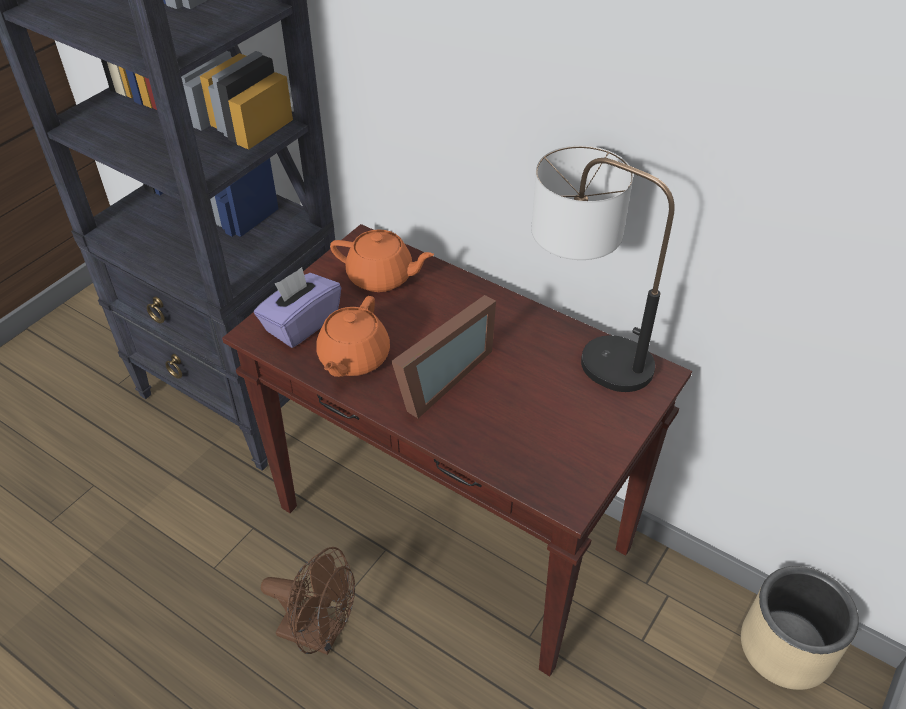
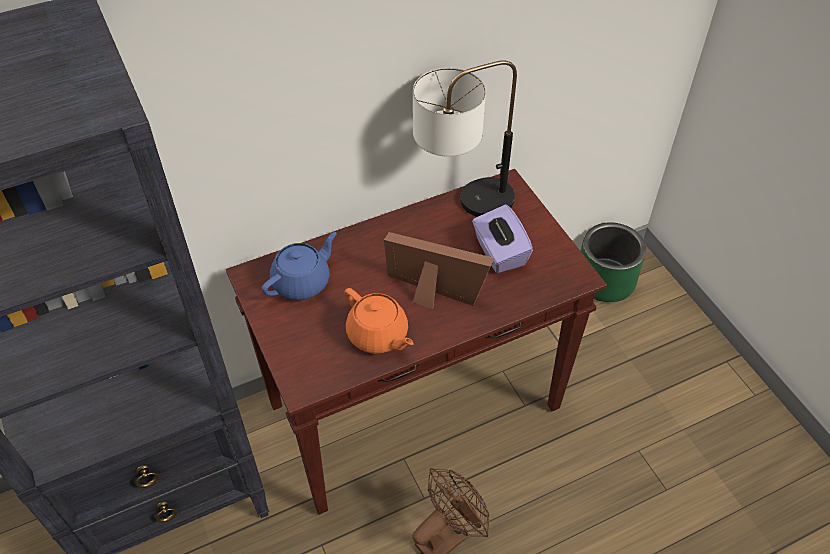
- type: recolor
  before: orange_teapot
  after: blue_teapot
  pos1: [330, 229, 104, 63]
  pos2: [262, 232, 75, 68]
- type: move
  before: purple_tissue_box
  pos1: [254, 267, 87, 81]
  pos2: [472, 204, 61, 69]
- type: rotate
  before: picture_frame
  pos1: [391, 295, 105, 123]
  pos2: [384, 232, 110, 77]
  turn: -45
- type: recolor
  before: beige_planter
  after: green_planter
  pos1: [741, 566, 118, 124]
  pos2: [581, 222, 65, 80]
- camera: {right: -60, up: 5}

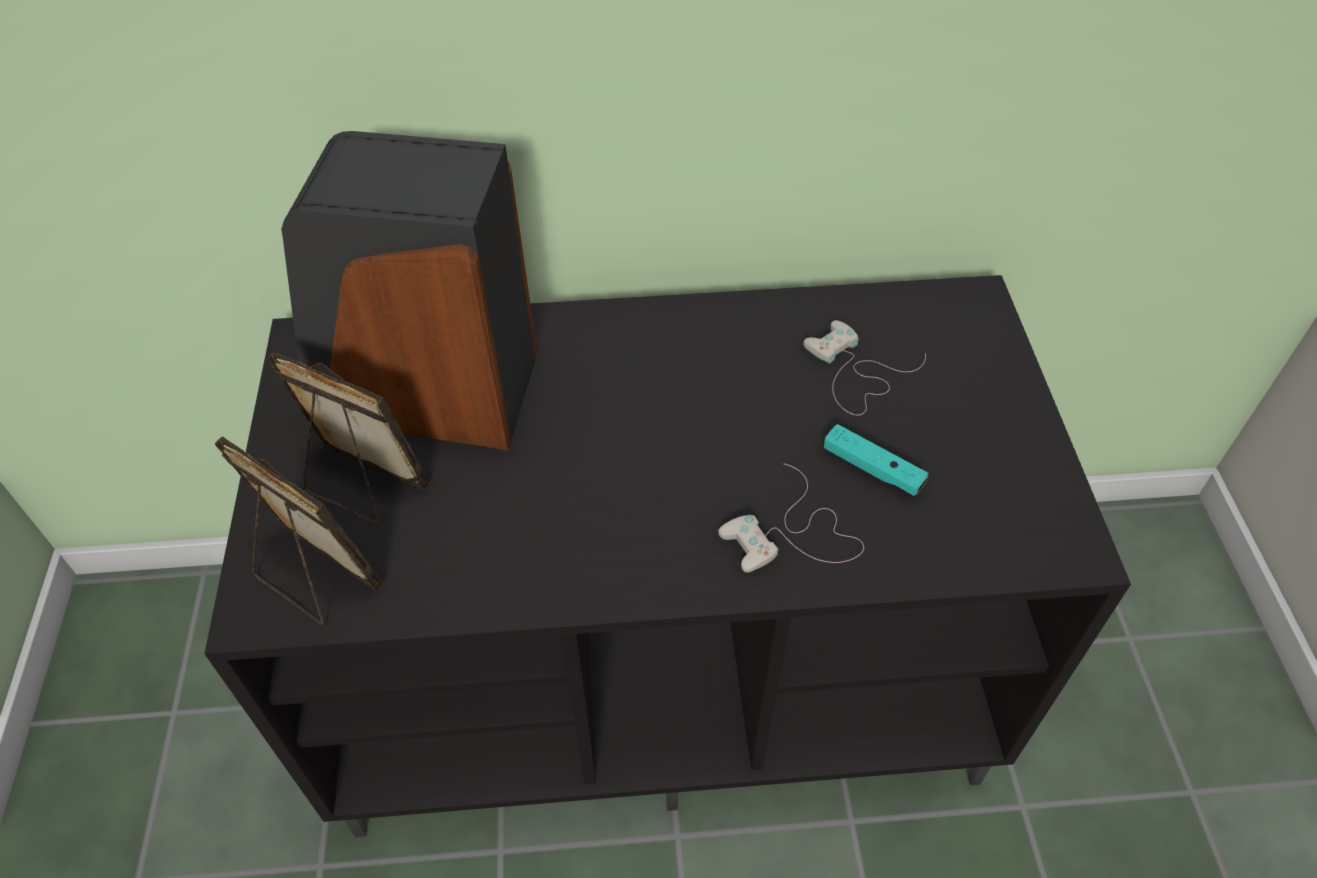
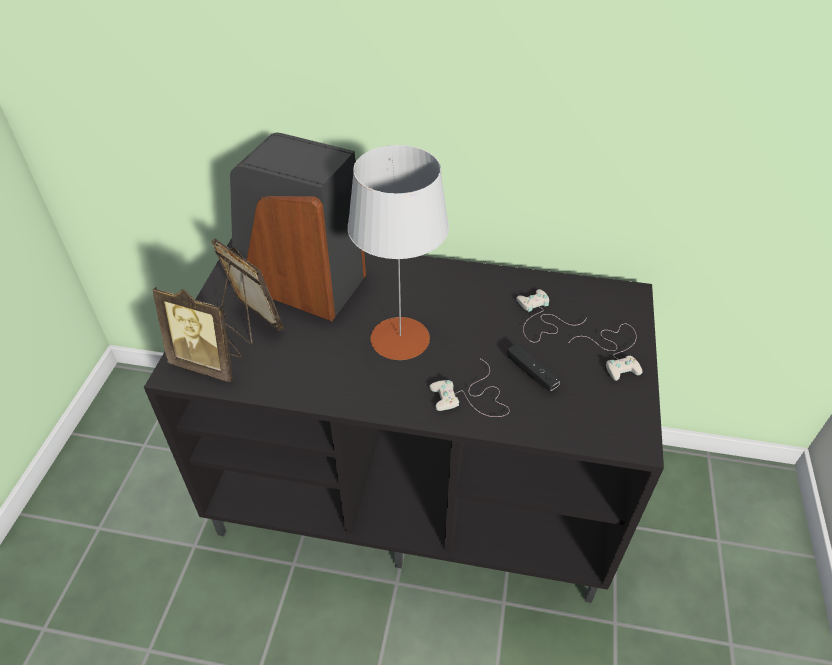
- type: recolor
  before: turquoise_game_controller
  after: black_game_controller
  pos1: [824, 424, 104, 72]
  pos2: [507, 343, 54, 48]
- type: rotate
  before: picture_frame
  pos1: [215, 437, 167, 188]
  pos2: [152, 287, 90, 95]
  turn: 150
- type: insert
  after: grey_table_lamp
  pos2: [347, 145, 102, 215]
- type: insert
  after: white_game_controller
  pos2: [569, 324, 73, 57]
- camera: {right: 15, up: -5}

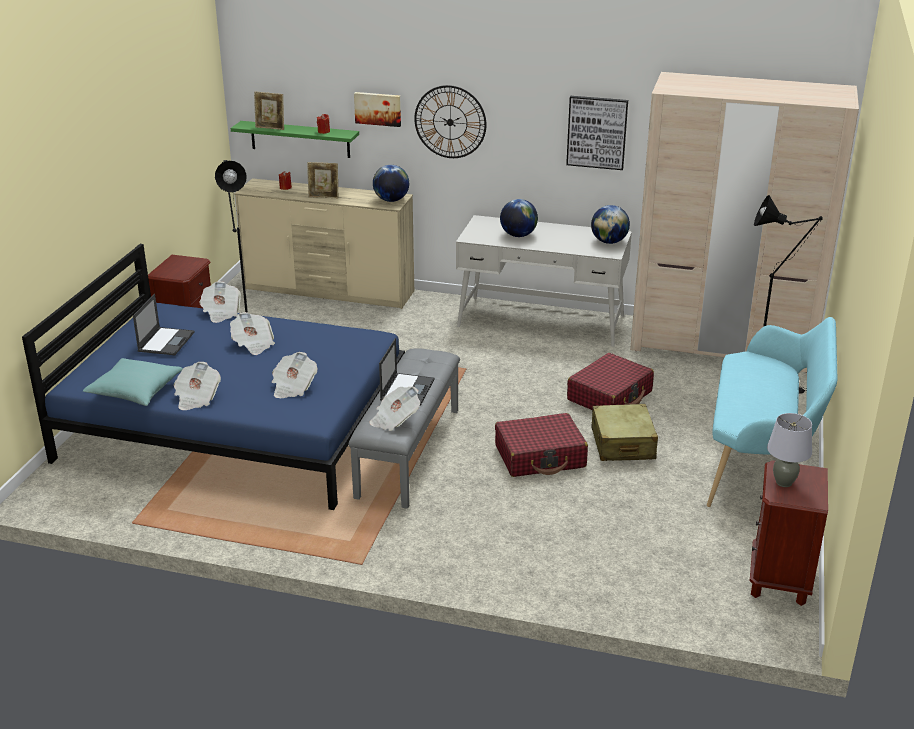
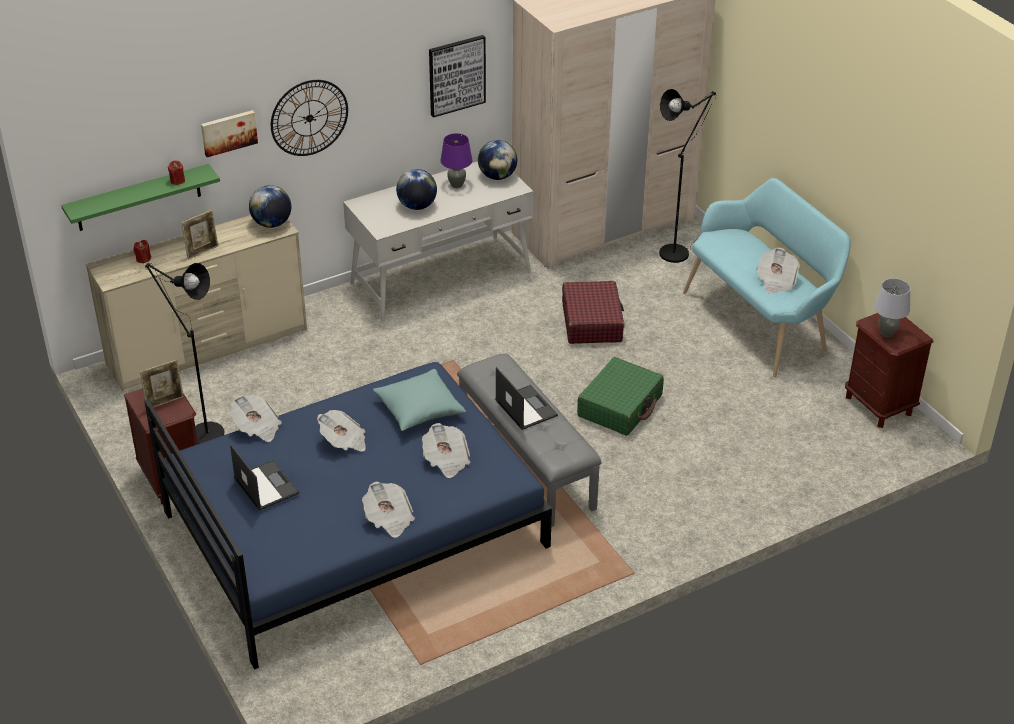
- type: move
  before: picture_frame
  pos1: [254, 91, 30, 39]
  pos2: [140, 359, 44, 49]
- type: move
  before: turquoise_pillow
  pos1: [83, 358, 100, 48]
  pos2: [373, 369, 93, 62]
- type: move
  before: newspaper
  pos1: [370, 387, 50, 44]
  pos2: [756, 248, 44, 45]
- type: delete
  before: beige_suitcase
  pos1: [591, 404, 67, 57]
- type: recolor
  before: red_suitcase
  after: green_suitcase
  pos1: [495, 413, 93, 64]
  pos2: [577, 357, 87, 79]
- type: insert
  after: purple_table_lamp
  pos2: [441, 133, 31, 55]
- camera: {right: -45, up: 10}

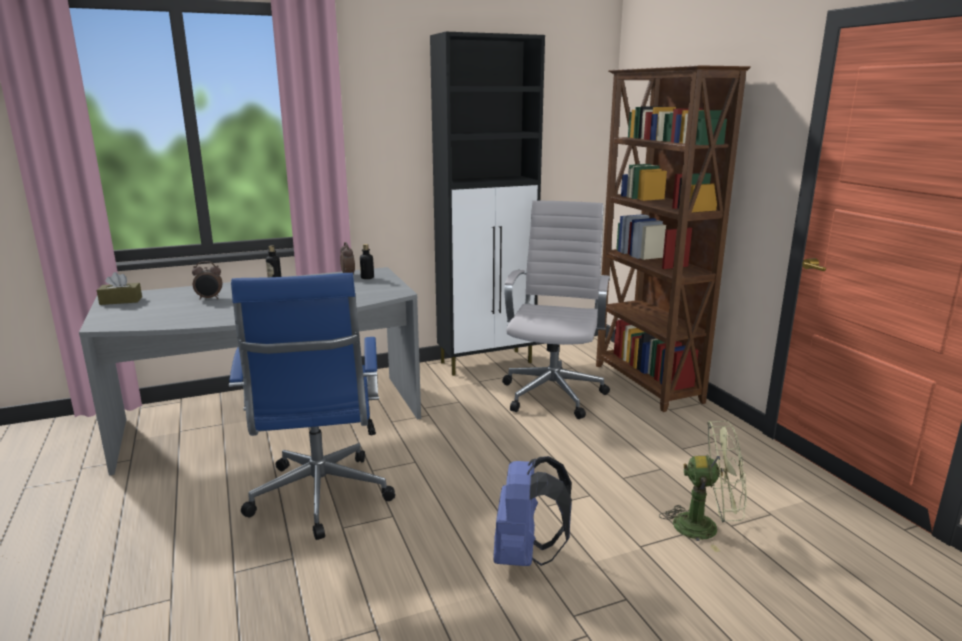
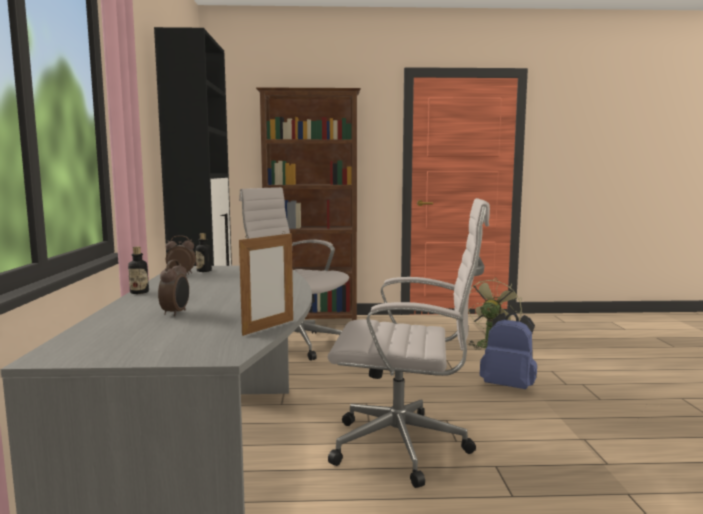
- type: delete
  before: brown_tissue_box
  pos1: [97, 272, 45, 33]
- type: recolor
  before: blue_office_chair
  after: white_office_chair
  pos1: [229, 273, 166, 267]
  pos2: [328, 198, 162, 290]
- type: insert
  after: picture_frame
  pos2: [239, 231, 54, 105]
- camera: {right: -70, up: -10}

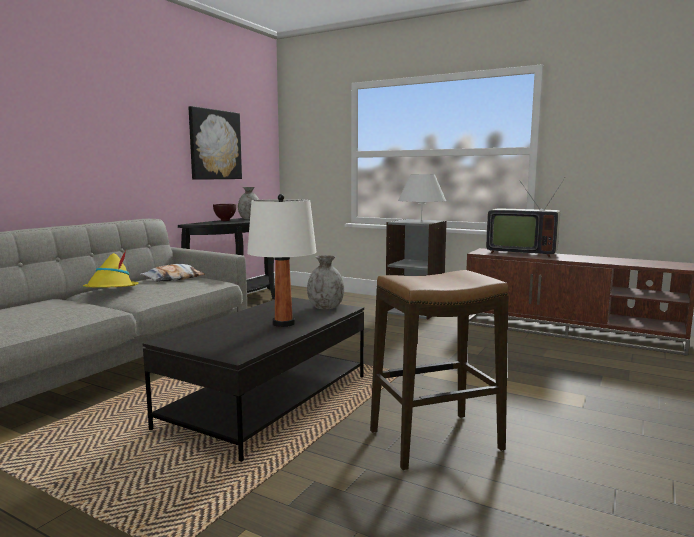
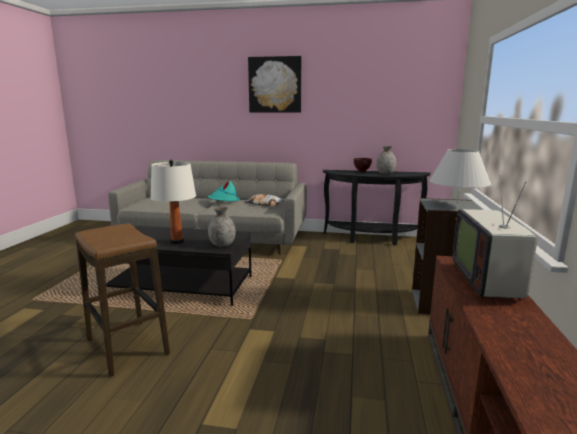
- type: move
  before: picture
  pos1: [189, 106, 53, 74]
  pos2: [248, 56, 54, 57]
- type: recolor
  before: yellow_hat
  after: turquoise_hat
  pos1: [83, 250, 56, 37]
  pos2: [208, 181, 32, 20]
- camera: {right: 70, up: 5}

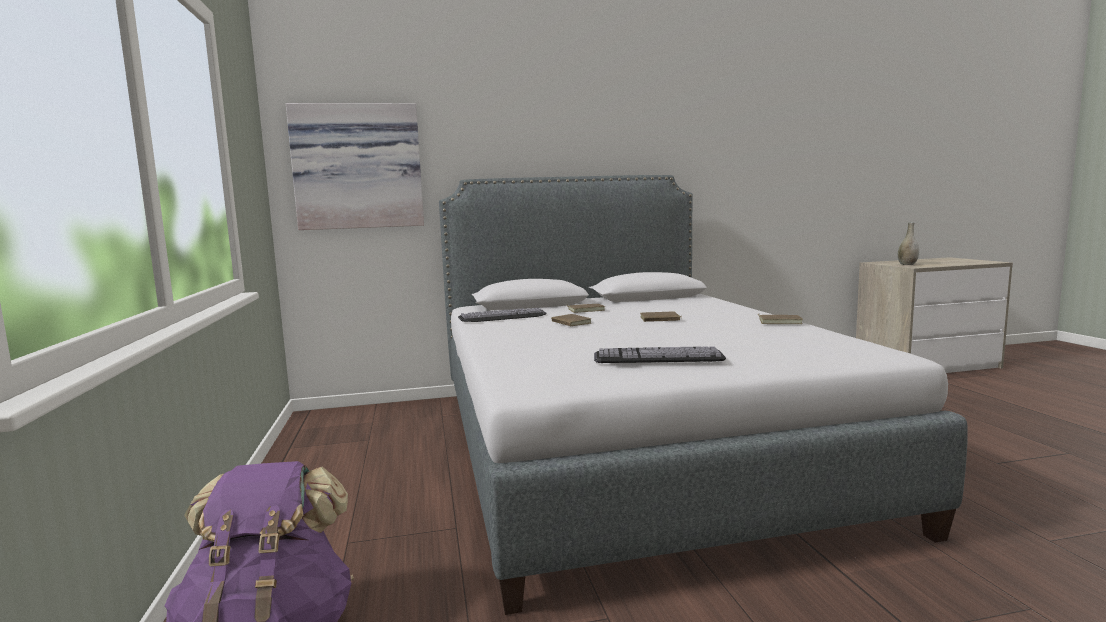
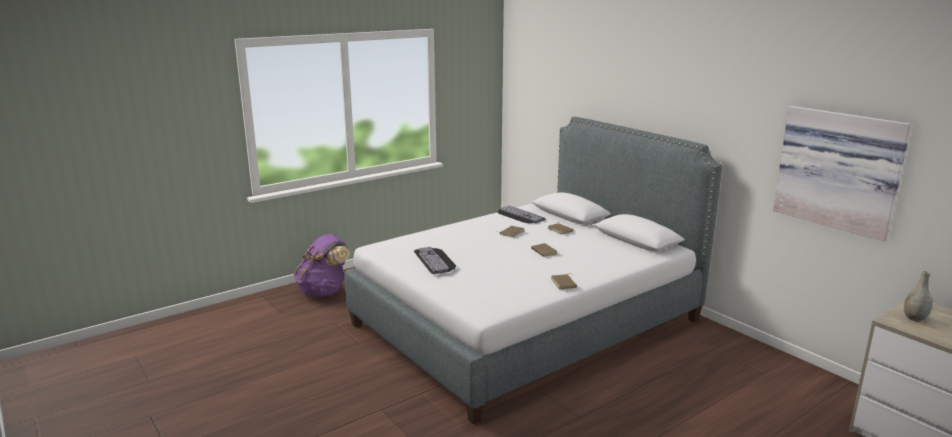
- type: move
  before: picture
  pos1: [286, 103, 138, 127]
  pos2: [773, 106, 139, 136]
- camera: {right: 65, up: 10}

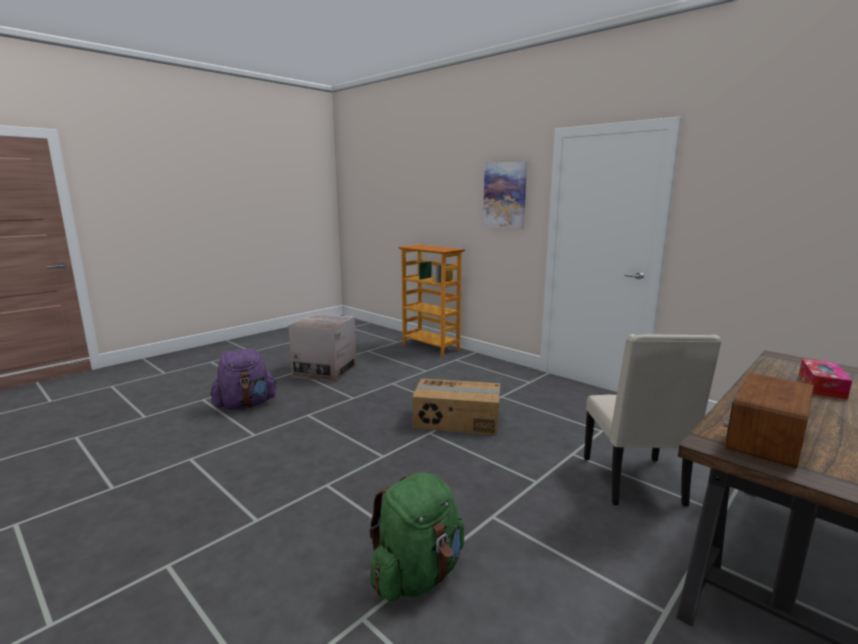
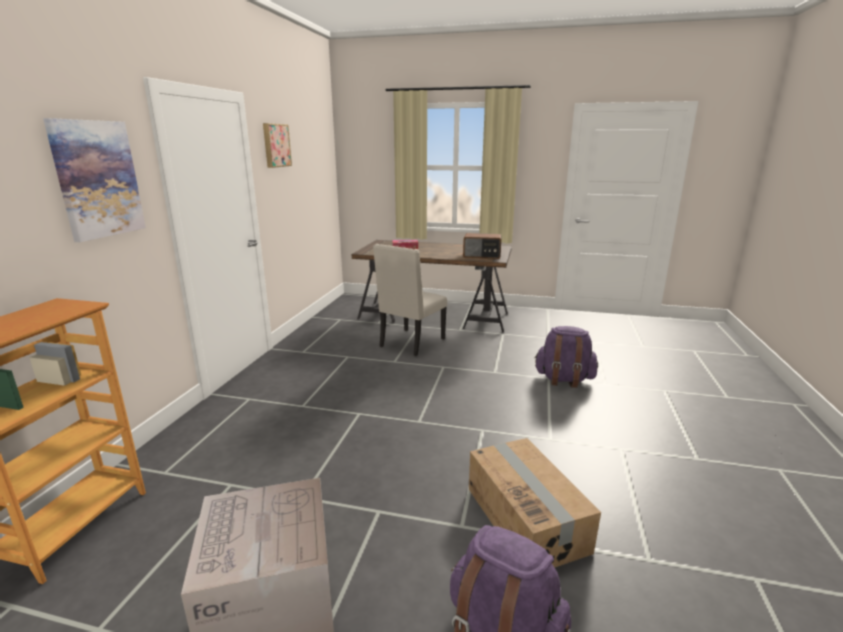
- type: rotate
  before: beige_chair
  pos1: [584, 334, 138, 173]
  pos2: [373, 244, 74, 112]
  turn: 150
- type: move
  before: cardboard_box
  pos1: [412, 378, 88, 57]
  pos2: [469, 438, 132, 130]
- type: recolor
  before: green_backpack
  after: purple_backpack
  pos1: [369, 472, 95, 129]
  pos2: [534, 326, 64, 62]
- type: insert
  after: picture
  pos2: [263, 123, 29, 45]
- camera: {right: -120, up: 5}

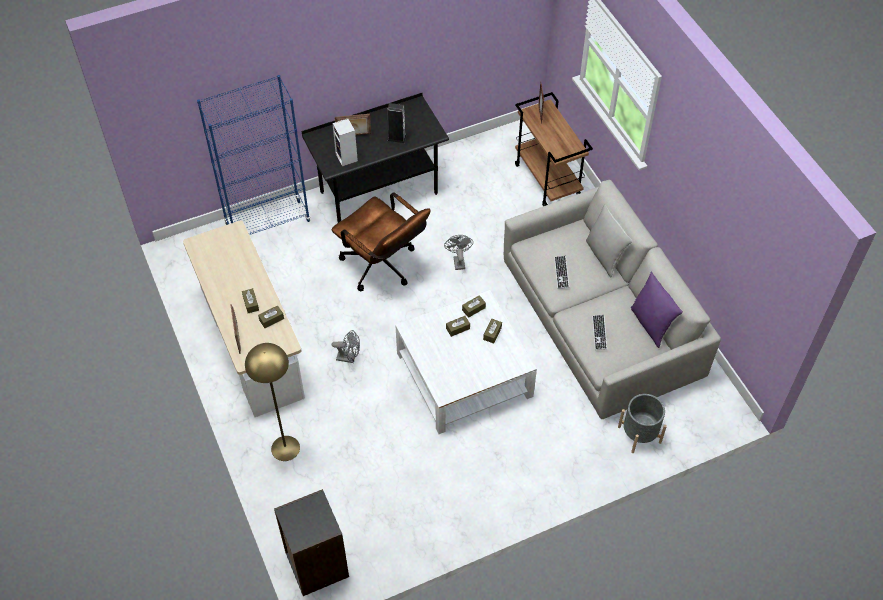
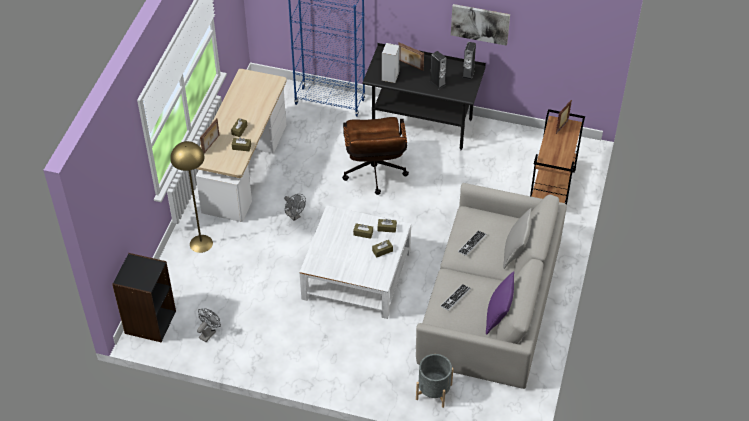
- type: move
  before: grey_fan
  pos1: [444, 235, 29, 35]
  pos2: [197, 308, 24, 34]
- type: insert
  after: picture
  pos2: [451, 4, 59, 42]
- type: insert
  after: speaker
  pos2: [462, 42, 14, 38]
- camera: {right: 40, up: -5}

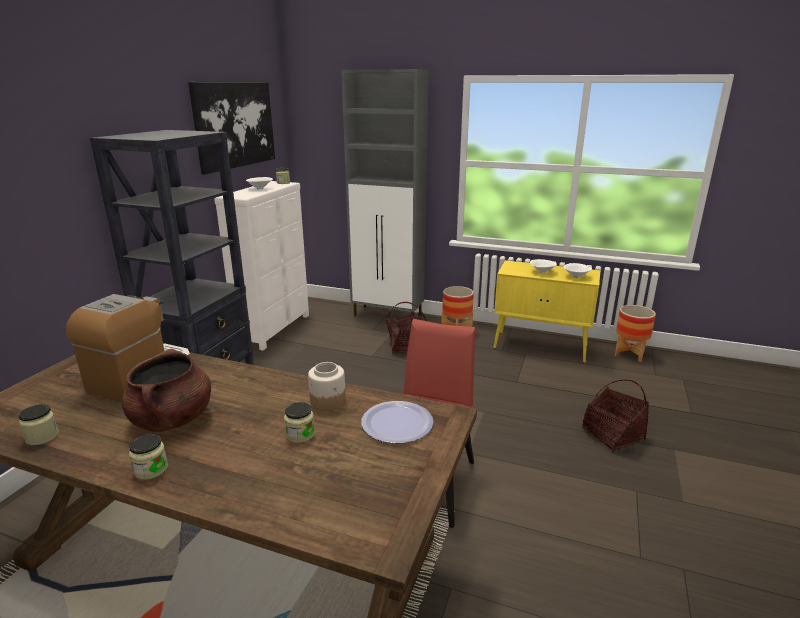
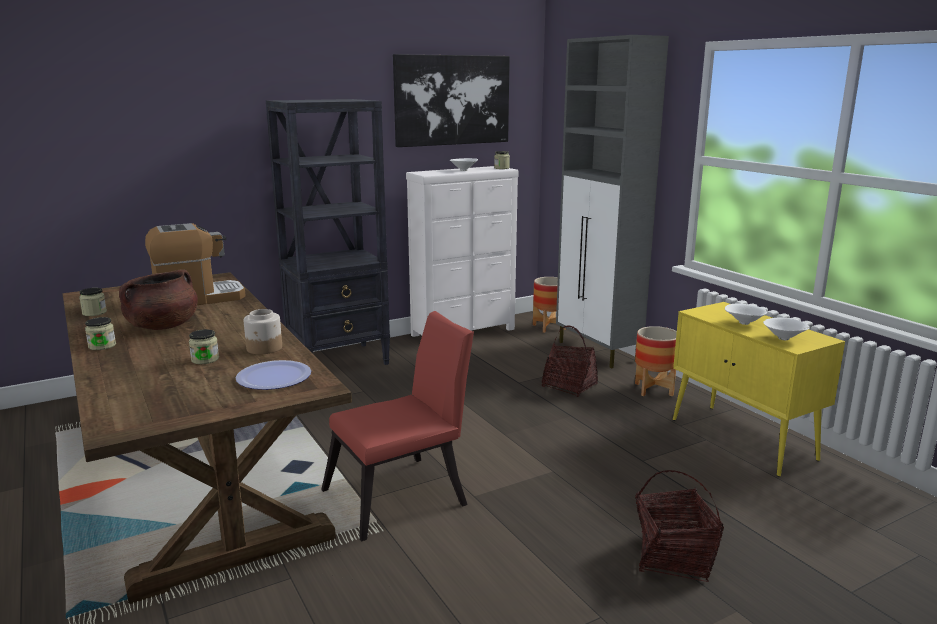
- type: move
  before: planter
  pos1: [615, 305, 41, 57]
  pos2: [533, 277, 33, 56]
- camera: {right: 40, up: -5}

